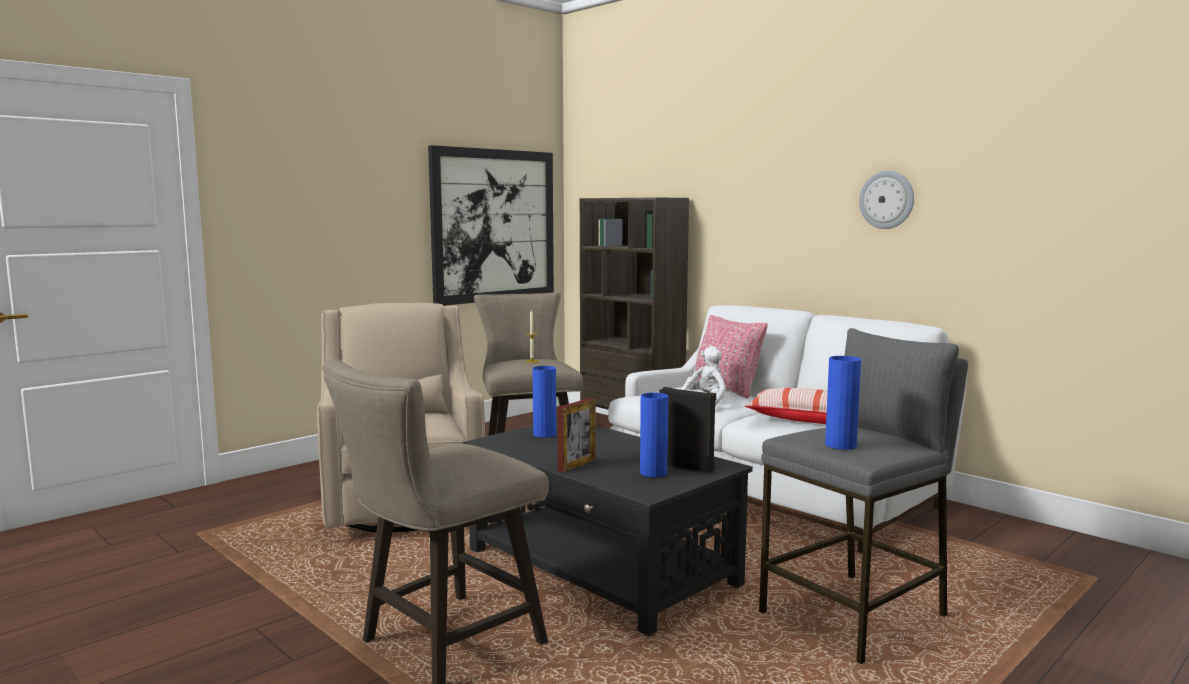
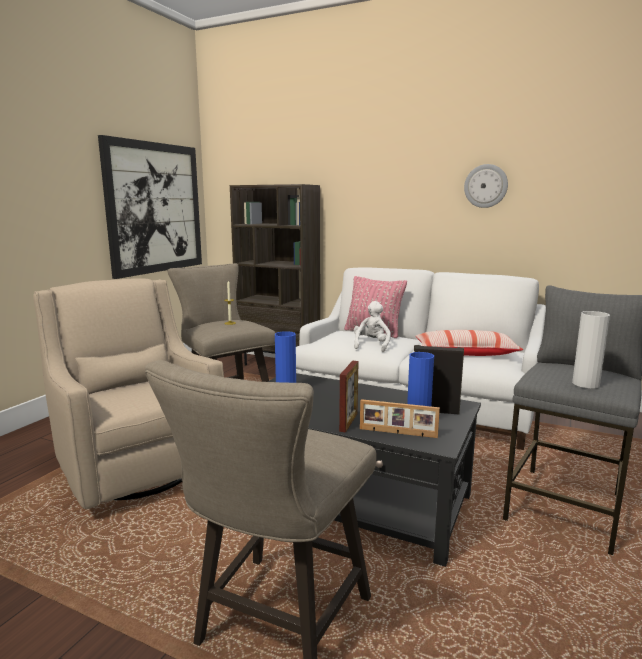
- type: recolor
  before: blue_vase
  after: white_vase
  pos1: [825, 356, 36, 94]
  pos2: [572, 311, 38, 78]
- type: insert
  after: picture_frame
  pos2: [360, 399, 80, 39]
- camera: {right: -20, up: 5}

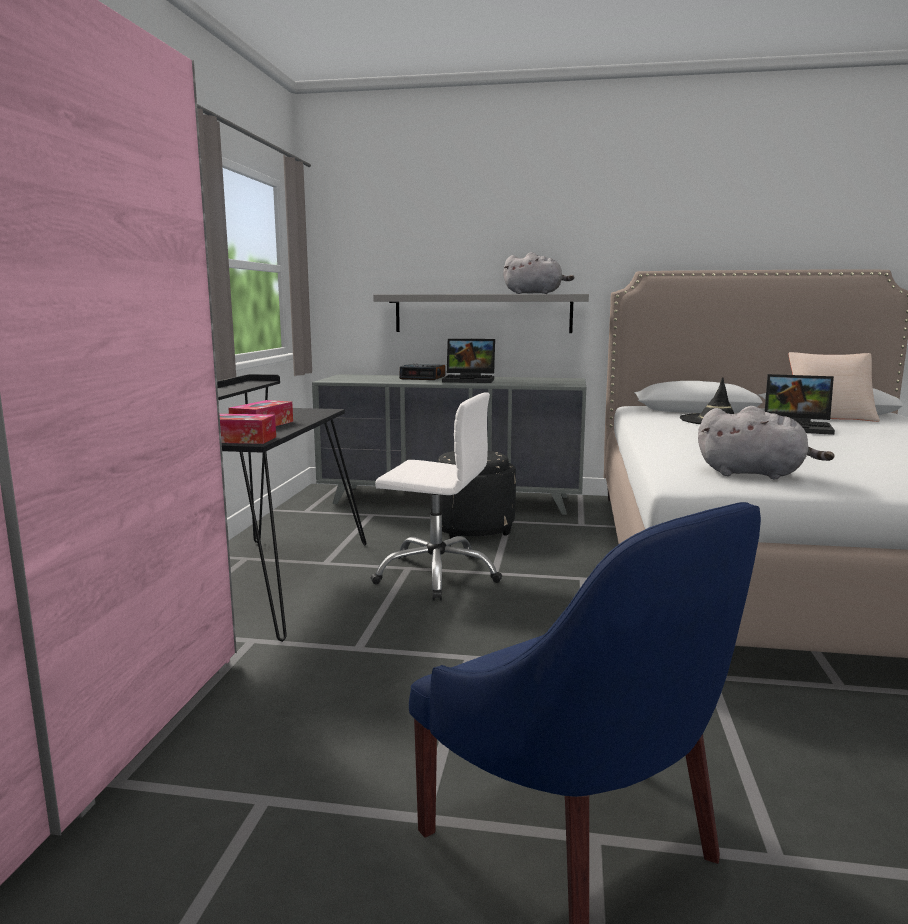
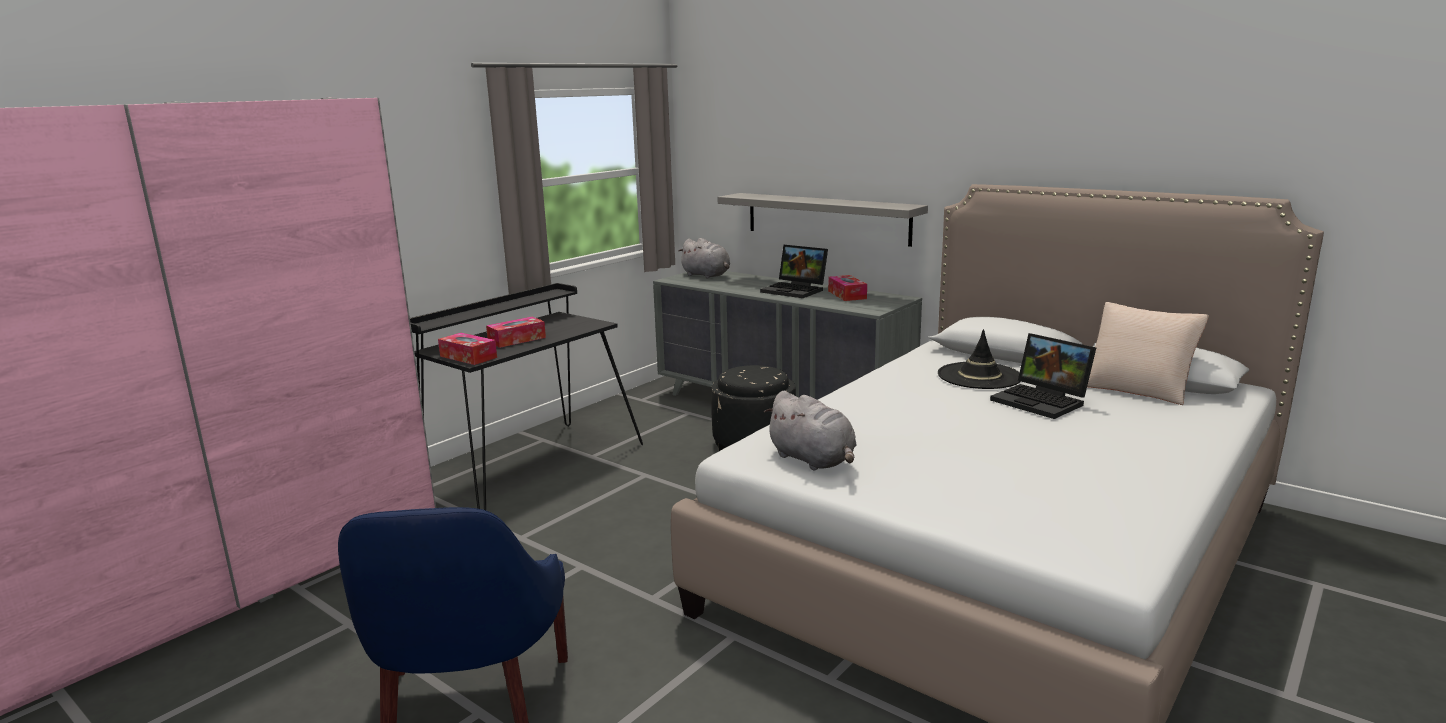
- type: move
  before: grey_plush_toy
  pos1: [503, 252, 71, 42]
  pos2: [678, 238, 52, 41]
- type: delete
  before: alarm_clock
  pos1: [399, 364, 46, 16]
- type: delete
  before: white_office_chair
  pos1: [371, 392, 131, 209]
- type: insert
  after: tissue_box
  pos2: [828, 275, 39, 26]
- camera: {right: 30, up: 5}

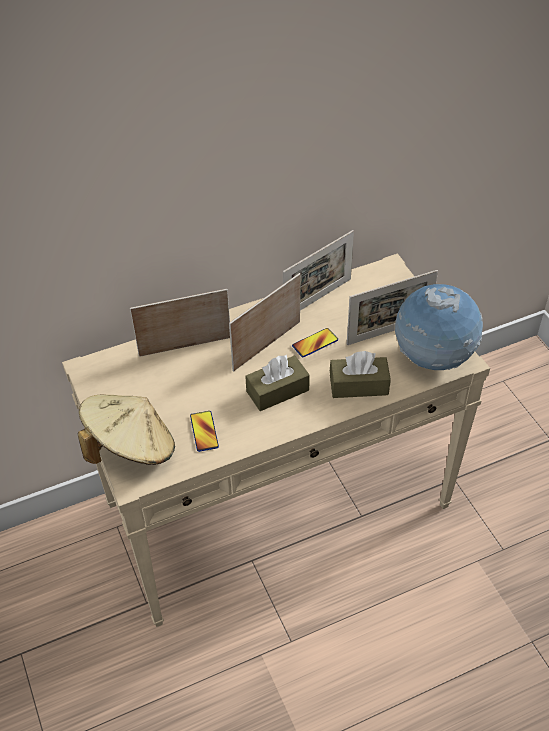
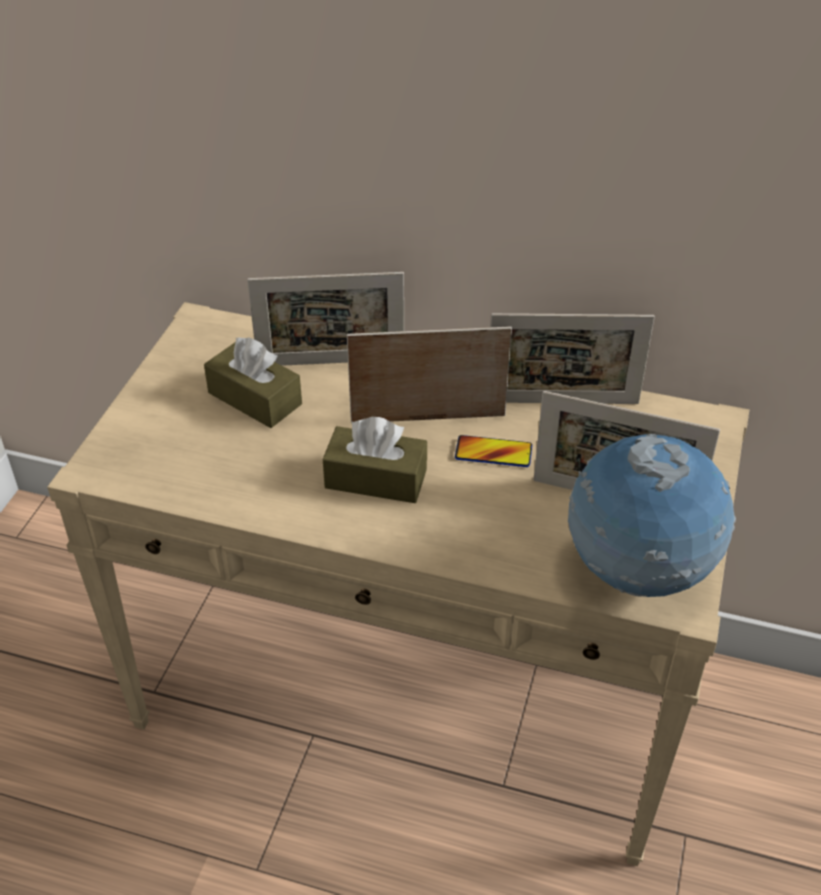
- type: rotate
  before: picture_frame
  pos1: [130, 289, 100, 68]
  pos2: [247, 272, 157, 94]
  turn: 150
- type: move
  before: brown_tissue_box
  pos1: [330, 351, 61, 47]
  pos2: [204, 337, 98, 91]
- type: delete
  before: beige_hat
  pos1: [78, 395, 97, 70]
- type: delete
  before: phone
  pos1: [190, 411, 29, 41]
- camera: {right: 40, up: -5}

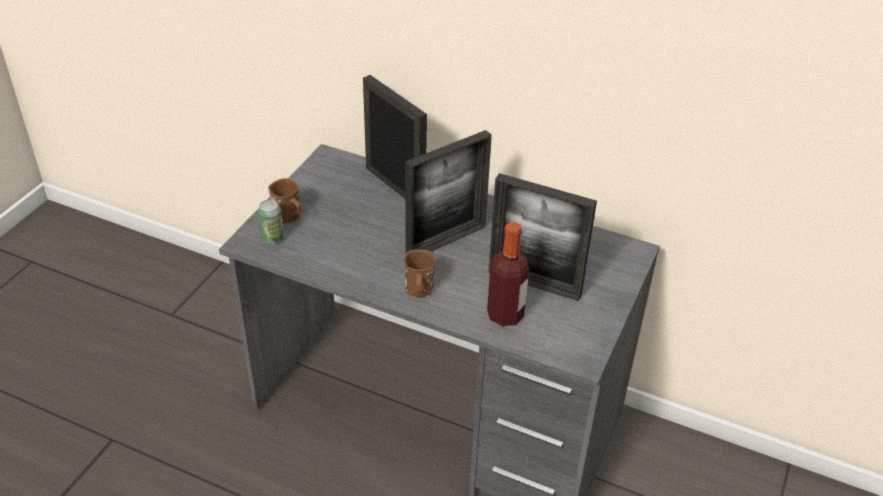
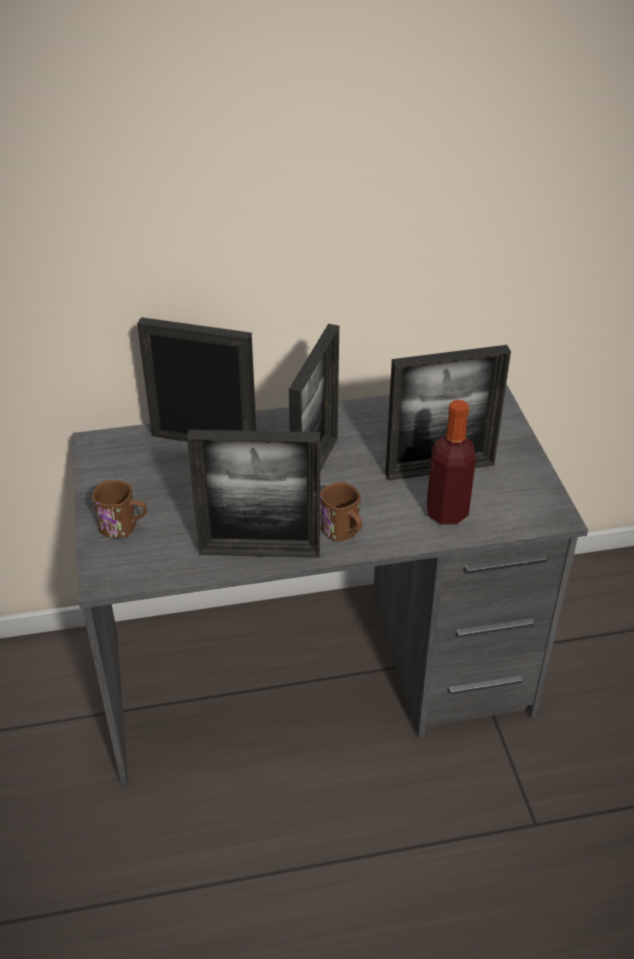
- type: delete
  before: can
  pos1: [258, 200, 26, 44]
- type: insert
  after: picture_frame
  pos2: [187, 430, 133, 128]
- camera: {right: -35, up: 0}

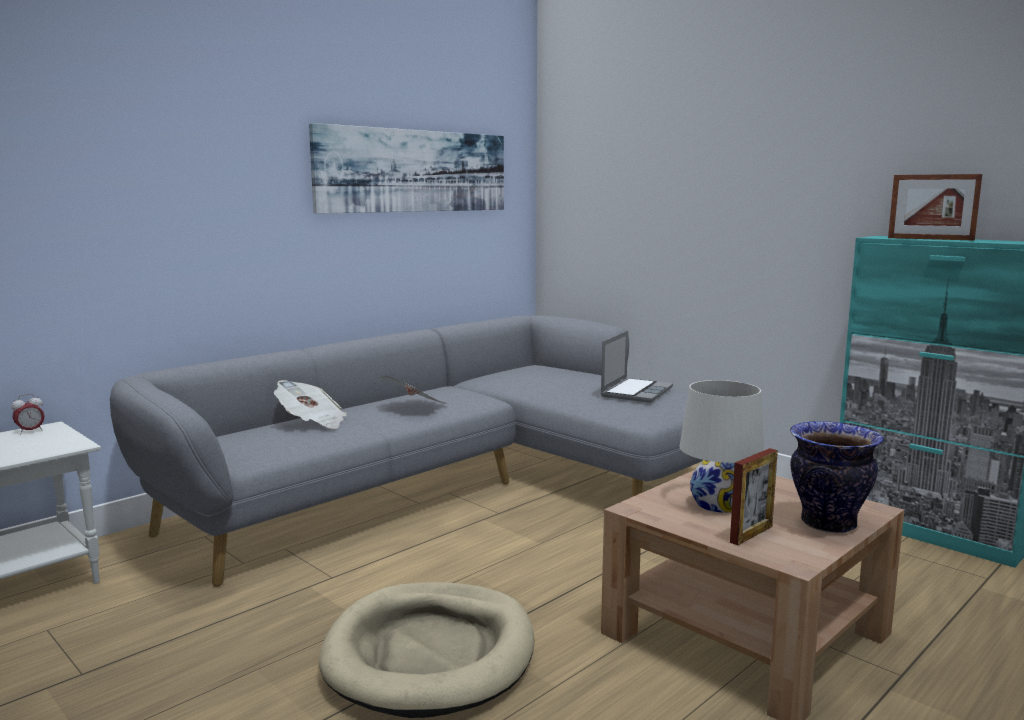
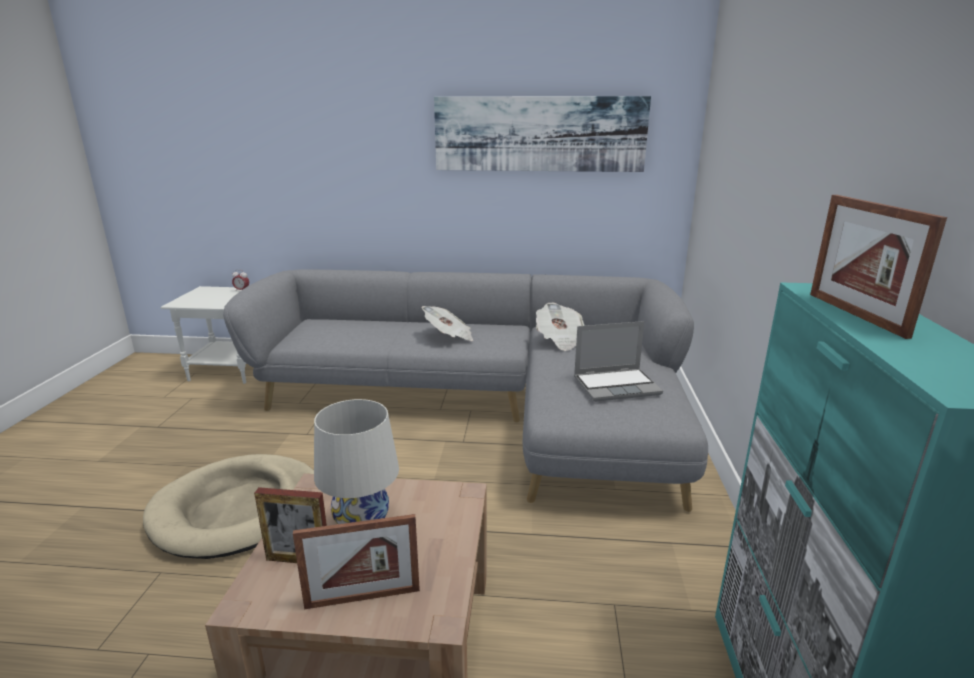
- type: move
  before: newspaper
  pos1: [274, 380, 72, 49]
  pos2: [536, 303, 48, 48]
- type: replace
  before: vase
  after: picture_frame
  pos1: [790, 421, 94, 113]
  pos2: [293, 514, 127, 95]
- camera: {right: 50, up: 10}

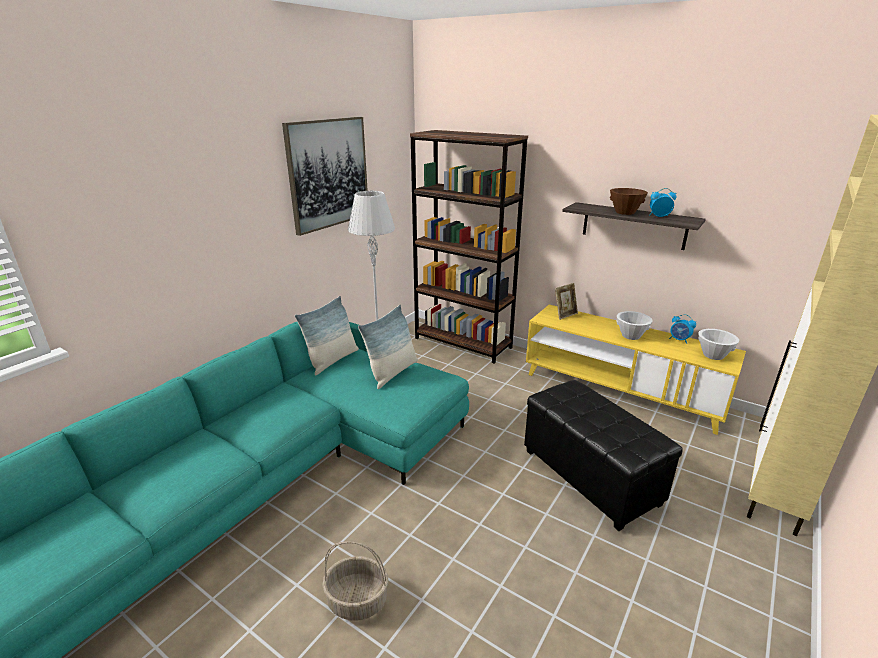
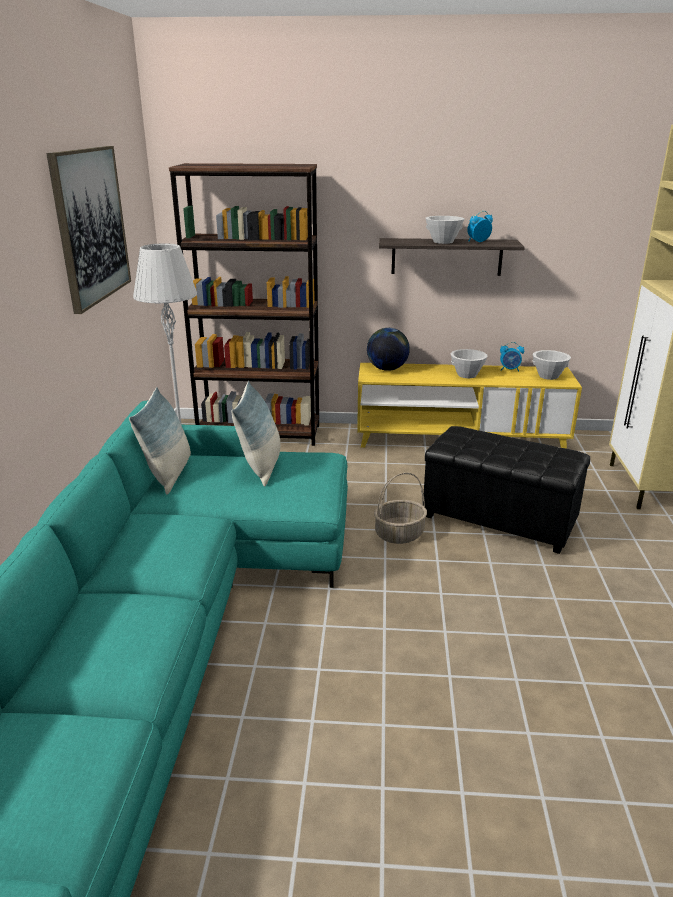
- type: recolor
  before: brown_bowl
  after: white_bowl
  pos1: [610, 188, 38, 27]
  pos2: [425, 216, 39, 28]
- type: replace
  before: picture_frame
  after: globe
  pos1: [555, 283, 23, 37]
  pos2: [367, 328, 43, 43]
- type: move
  before: basket
  pos1: [322, 541, 66, 80]
  pos2: [374, 472, 53, 72]
- camera: {right: -30, up: 0}

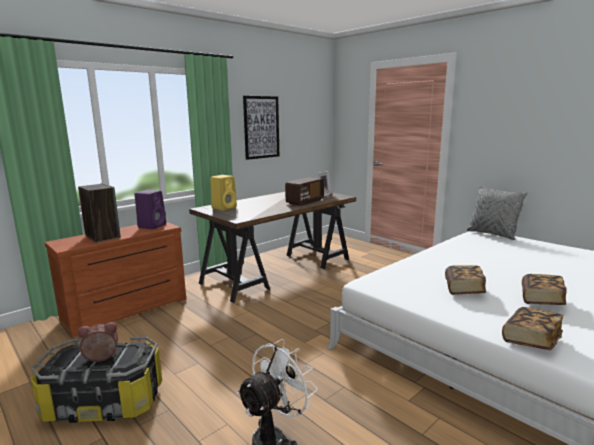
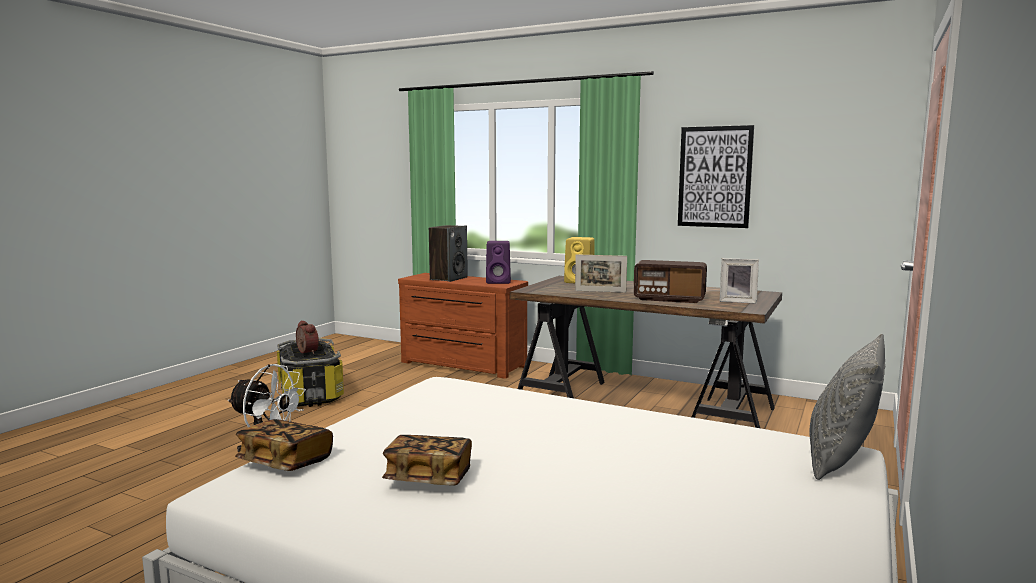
- type: delete
  before: book
  pos1: [445, 265, 41, 30]
- type: insert
  after: picture_frame
  pos2: [575, 254, 52, 39]
- camera: {right: 70, up: -5}

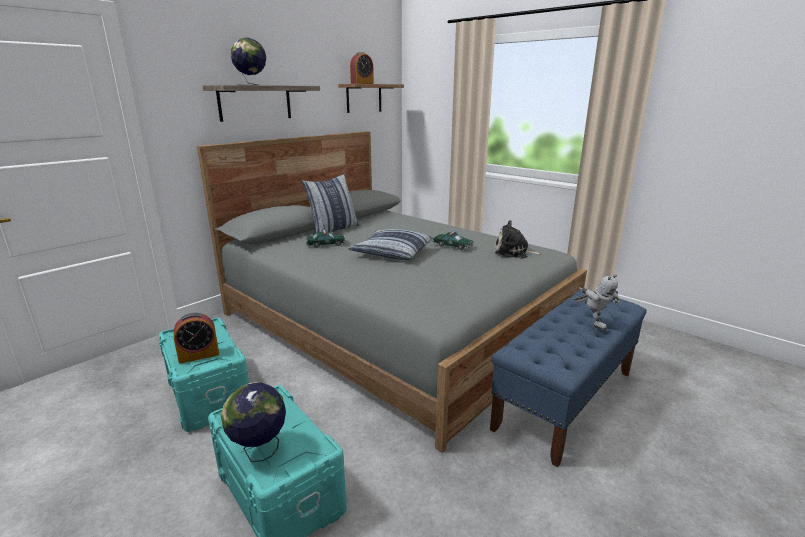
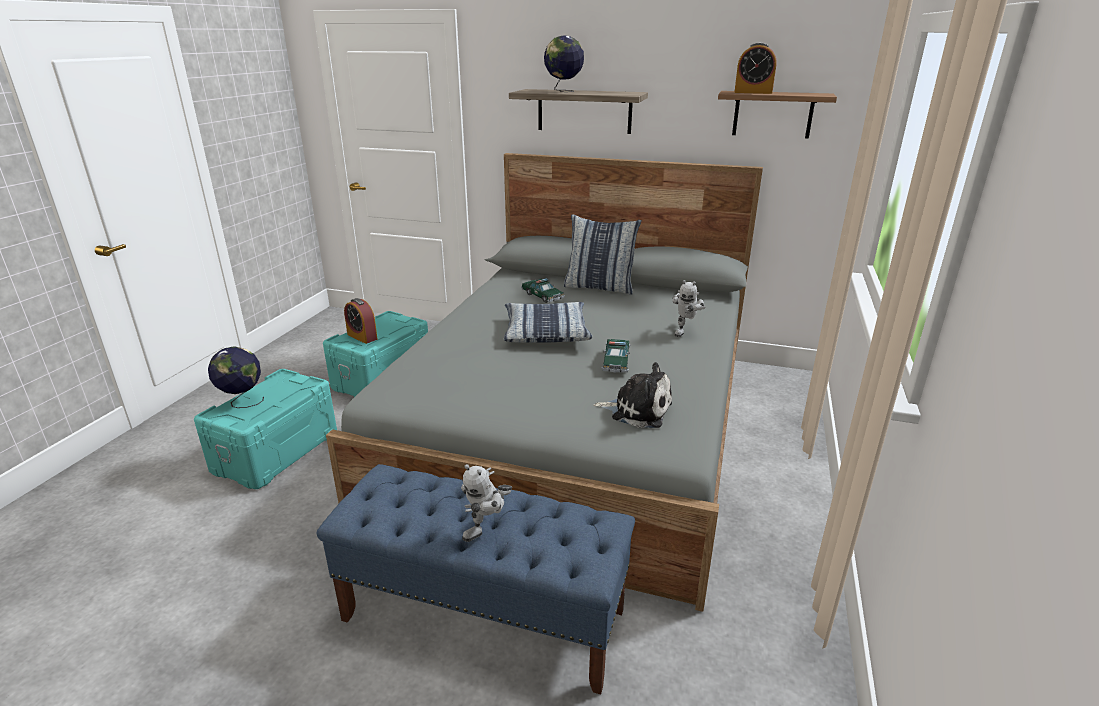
- type: rotate
  before: plush_toy
  pos1: [495, 220, 47, 39]
  pos2: [593, 362, 79, 66]
  turn: 120
- type: insert
  after: toy_robot
  pos2: [673, 280, 32, 57]
- camera: {right: 65, up: 5}

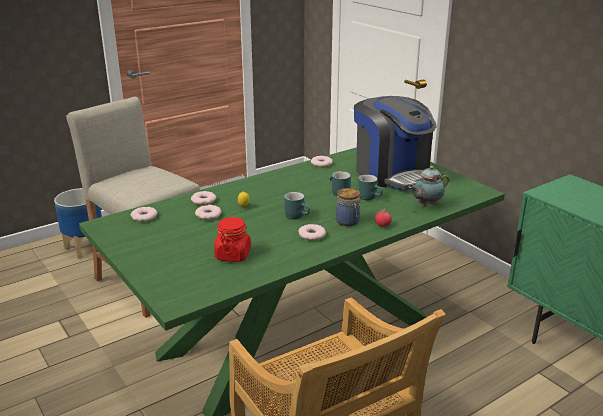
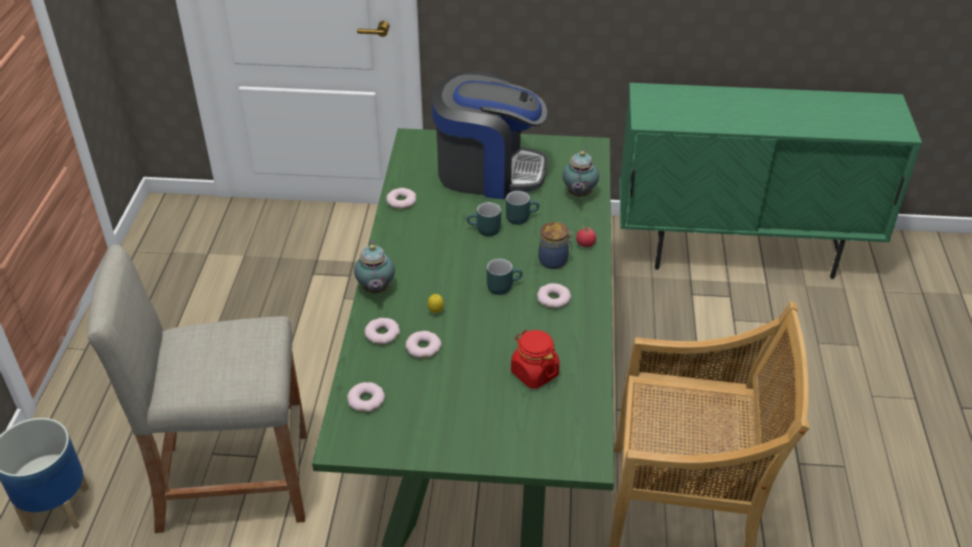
- type: insert
  after: teapot
  pos2: [354, 240, 41, 53]
- camera: {right: -50, up: 15}

